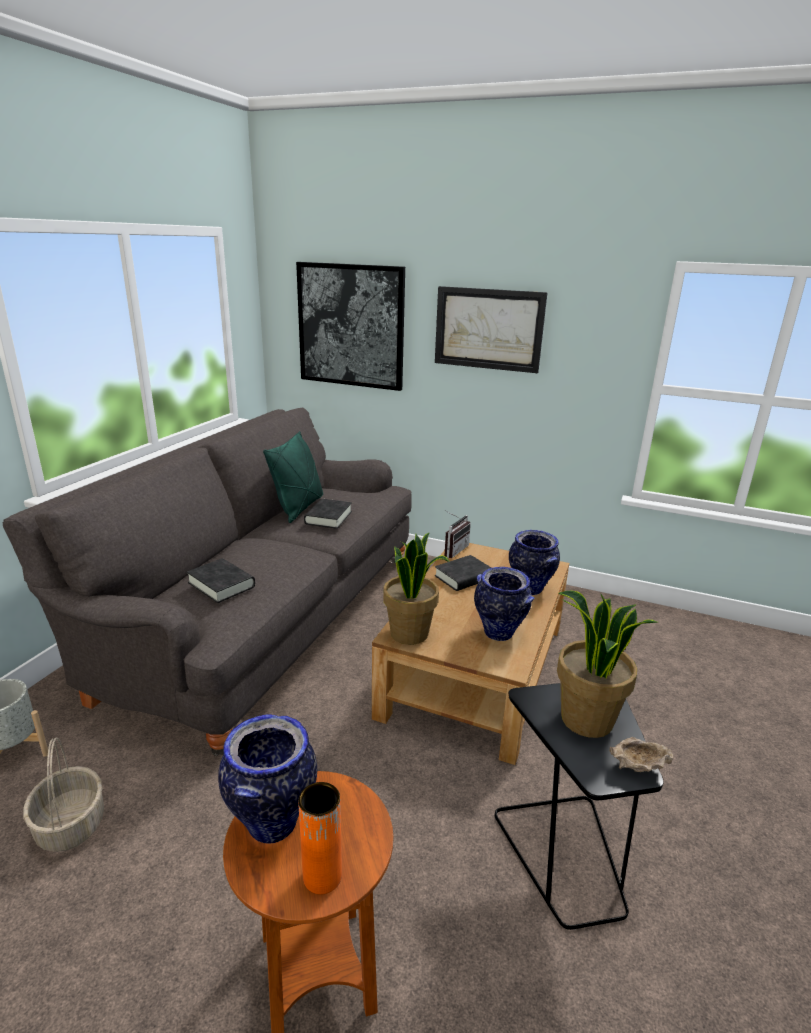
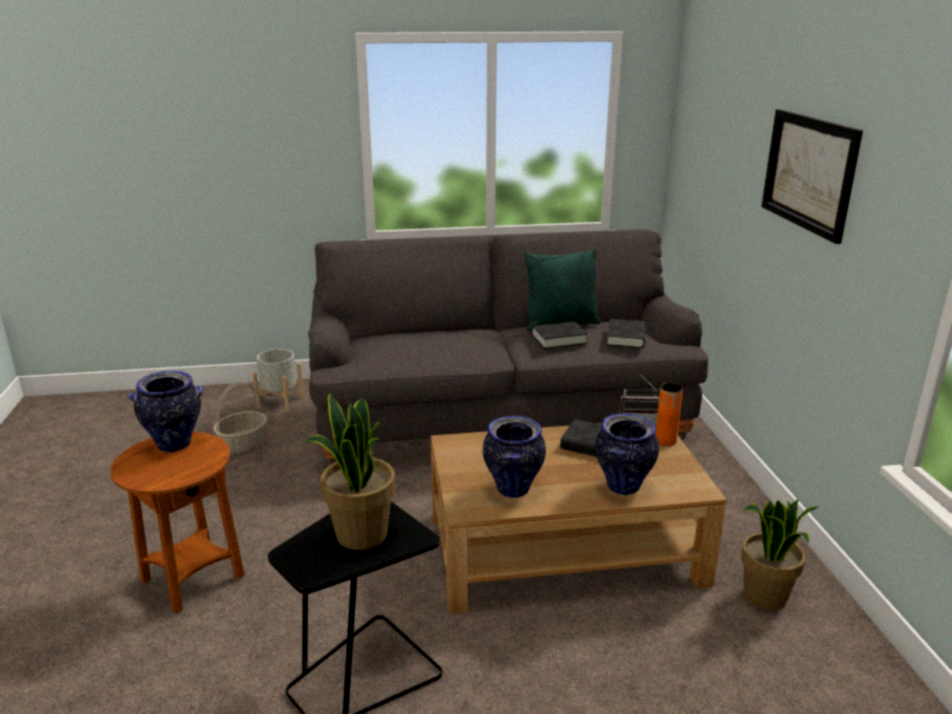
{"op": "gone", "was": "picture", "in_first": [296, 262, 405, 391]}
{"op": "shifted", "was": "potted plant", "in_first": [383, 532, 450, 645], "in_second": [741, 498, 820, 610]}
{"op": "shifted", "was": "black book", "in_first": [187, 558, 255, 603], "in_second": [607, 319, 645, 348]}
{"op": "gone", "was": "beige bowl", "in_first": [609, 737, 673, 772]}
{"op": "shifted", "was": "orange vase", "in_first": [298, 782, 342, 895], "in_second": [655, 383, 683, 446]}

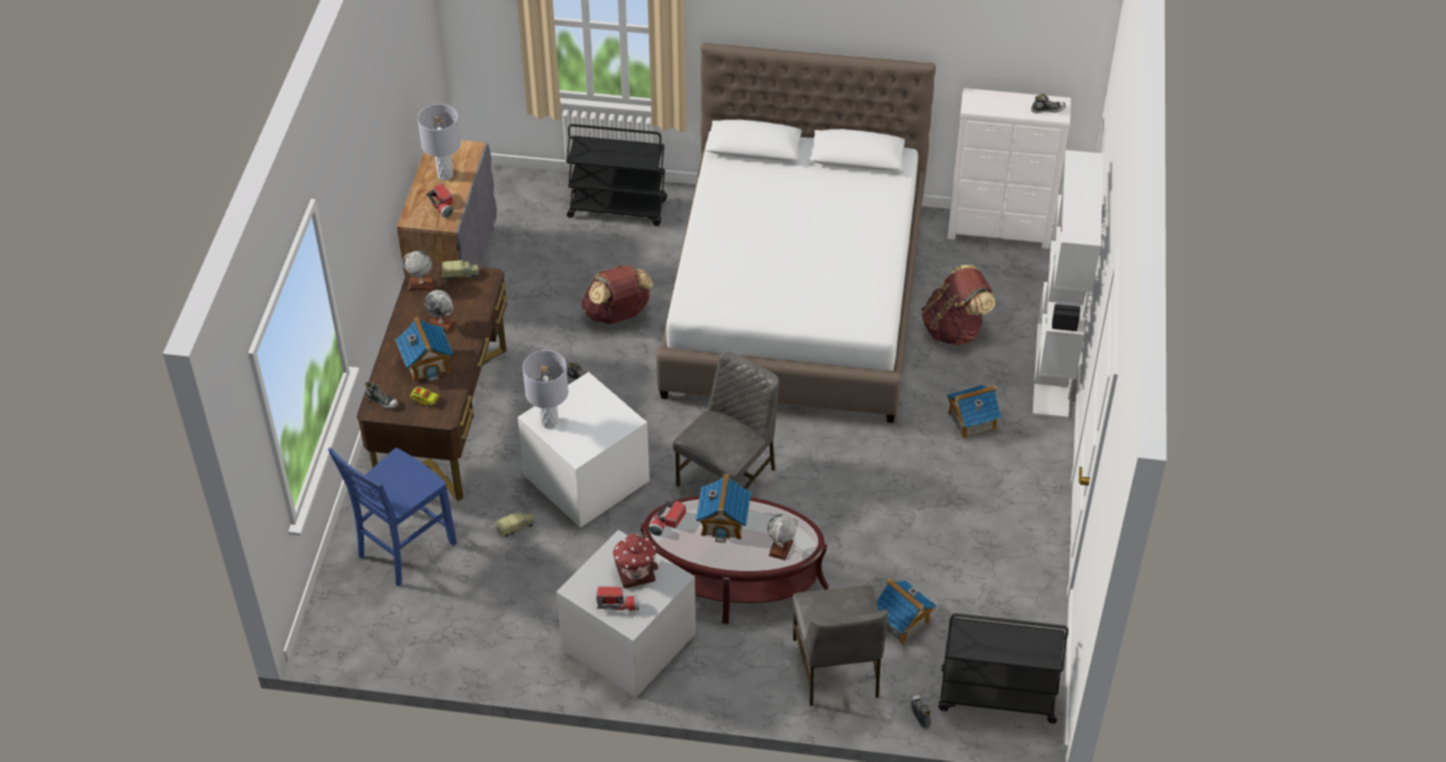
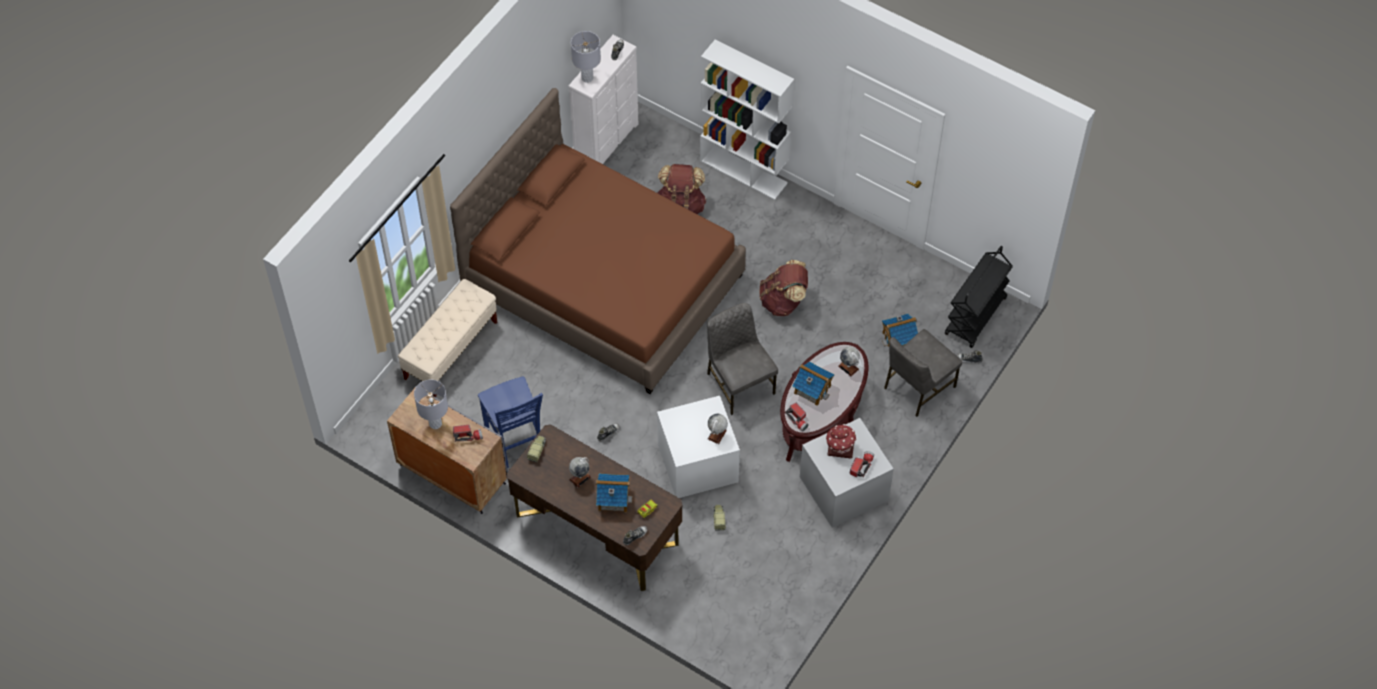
{"op": "repainted", "was": "white bed", "now": "brown bed", "in_first": [656, 43, 936, 423], "in_second": [450, 88, 746, 394]}
{"op": "swapped", "was": "black cart", "now": "beige bench", "in_first": [566, 124, 667, 226], "in_second": [398, 279, 498, 397]}
{"op": "shifted", "was": "globe", "in_first": [403, 251, 435, 291], "in_second": [708, 414, 728, 444]}
{"op": "shifted", "was": "brown backpack", "in_first": [582, 265, 653, 324], "in_second": [759, 260, 808, 316]}
{"op": "shifted", "was": "grey table lamp", "in_first": [523, 350, 568, 429], "in_second": [571, 31, 601, 83]}
{"op": "gone", "was": "toy house", "in_first": [947, 385, 1001, 439]}
{"op": "shifted", "was": "blue chair", "in_first": [328, 447, 457, 586], "in_second": [478, 376, 543, 468]}
{"op": "rotated", "was": "grey chair", "in_first": [792, 585, 888, 706], "in_second": [884, 329, 962, 417], "clockwise": 120}

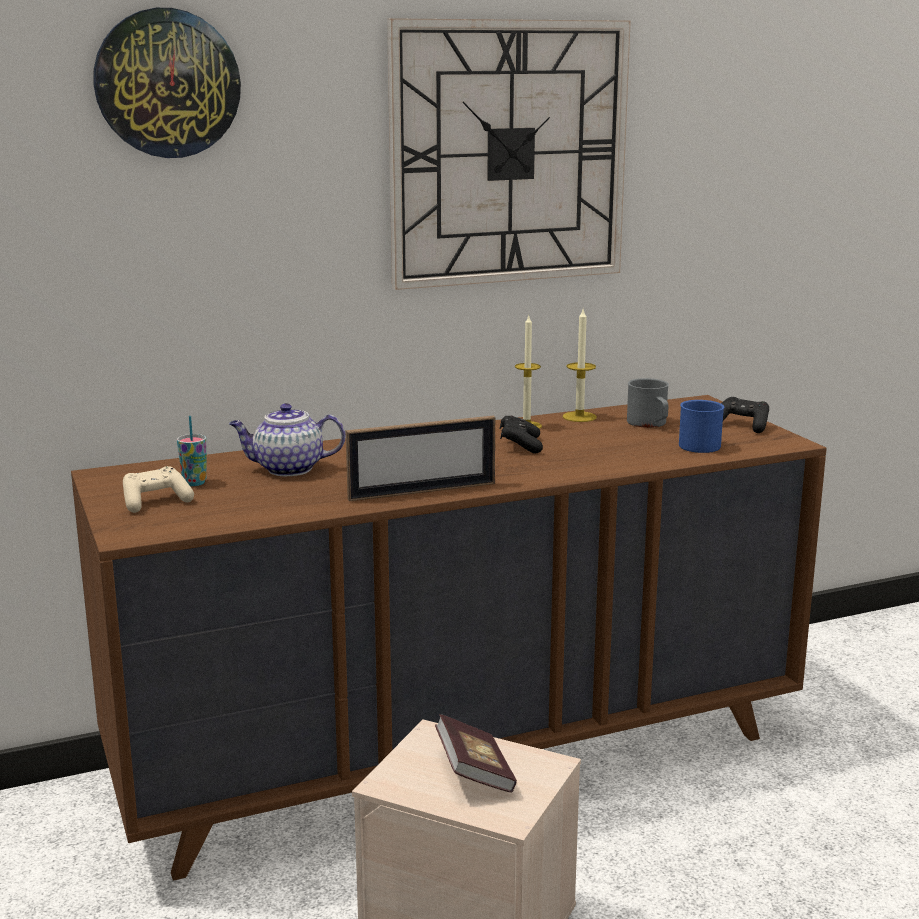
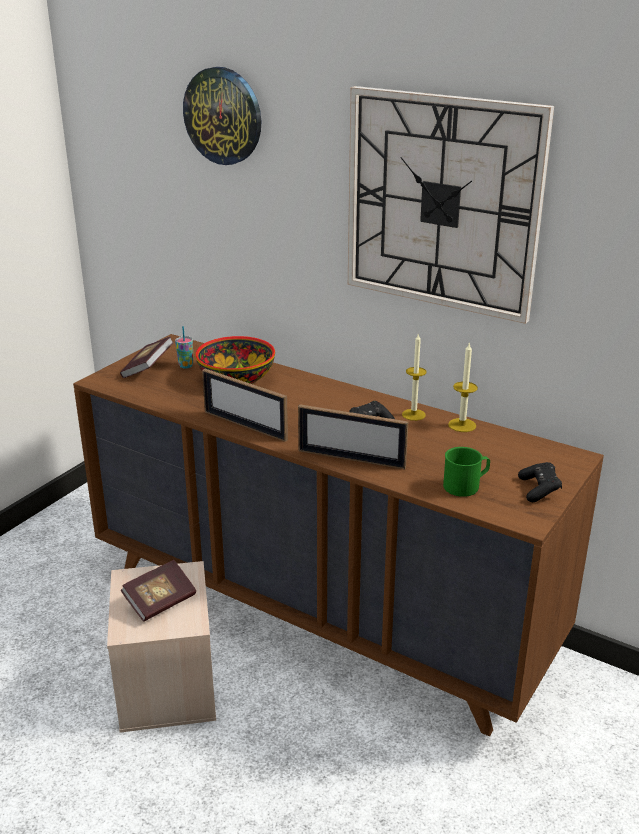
{"op": "gone", "was": "grey mug", "in_first": [627, 378, 669, 428]}
{"op": "repainted", "was": "blue mug", "now": "green mug", "in_first": [679, 400, 725, 453], "in_second": [443, 447, 490, 497]}
{"op": "swapped", "was": "teapot", "now": "bowl", "in_first": [229, 403, 345, 476], "in_second": [195, 336, 275, 384]}
{"op": "swapped", "was": "beige game controller", "now": "book", "in_first": [123, 466, 194, 513], "in_second": [120, 336, 174, 378]}
{"op": "new", "now": "picture frame", "in_second": [298, 404, 408, 470]}

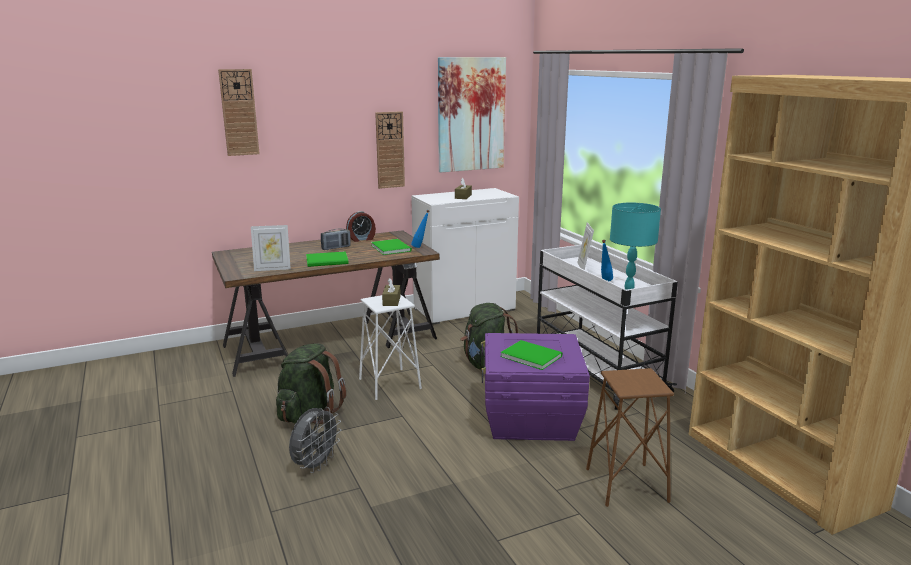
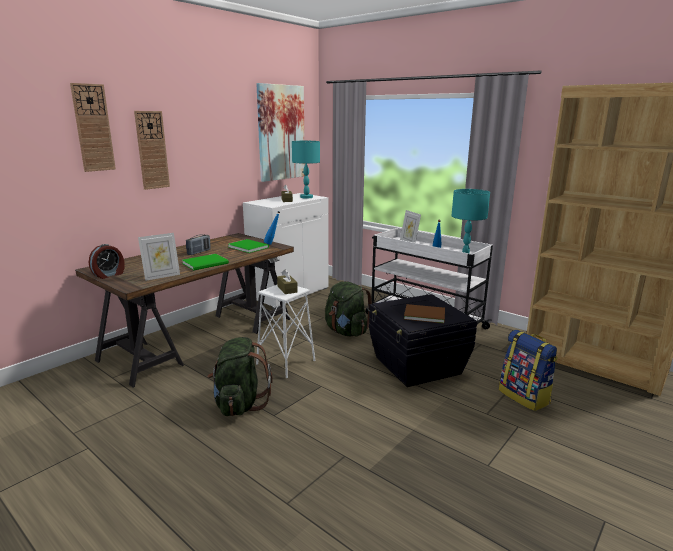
{"op": "shifted", "was": "wall clock", "in_first": [375, 111, 405, 189], "in_second": [134, 111, 170, 190]}
{"op": "shifted", "was": "alarm clock", "in_first": [346, 211, 376, 242], "in_second": [89, 244, 125, 279]}
{"op": "repainted", "was": "purple storage box", "now": "black storage box", "in_first": [481, 333, 590, 441], "in_second": [369, 294, 477, 387]}
{"op": "repainted", "was": "green book", "now": "brown book", "in_first": [500, 340, 562, 370], "in_second": [404, 304, 445, 323]}
{"op": "swapped", "was": "brown stool", "now": "backpack", "in_first": [586, 368, 674, 507], "in_second": [499, 330, 558, 411]}
{"op": "gone", "was": "grey fan", "in_first": [289, 407, 341, 473]}
{"op": "new", "now": "turquoise table lamp", "in_second": [292, 141, 320, 199]}

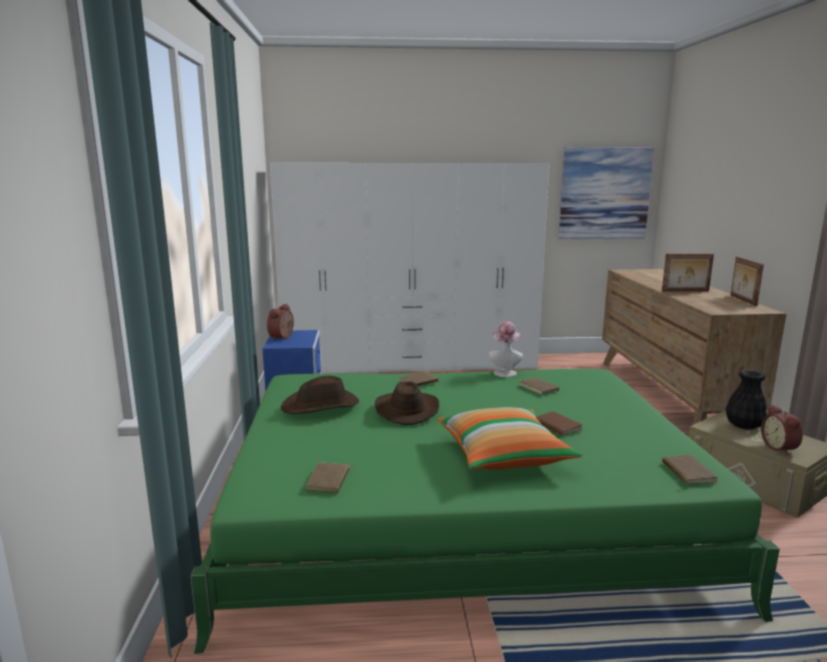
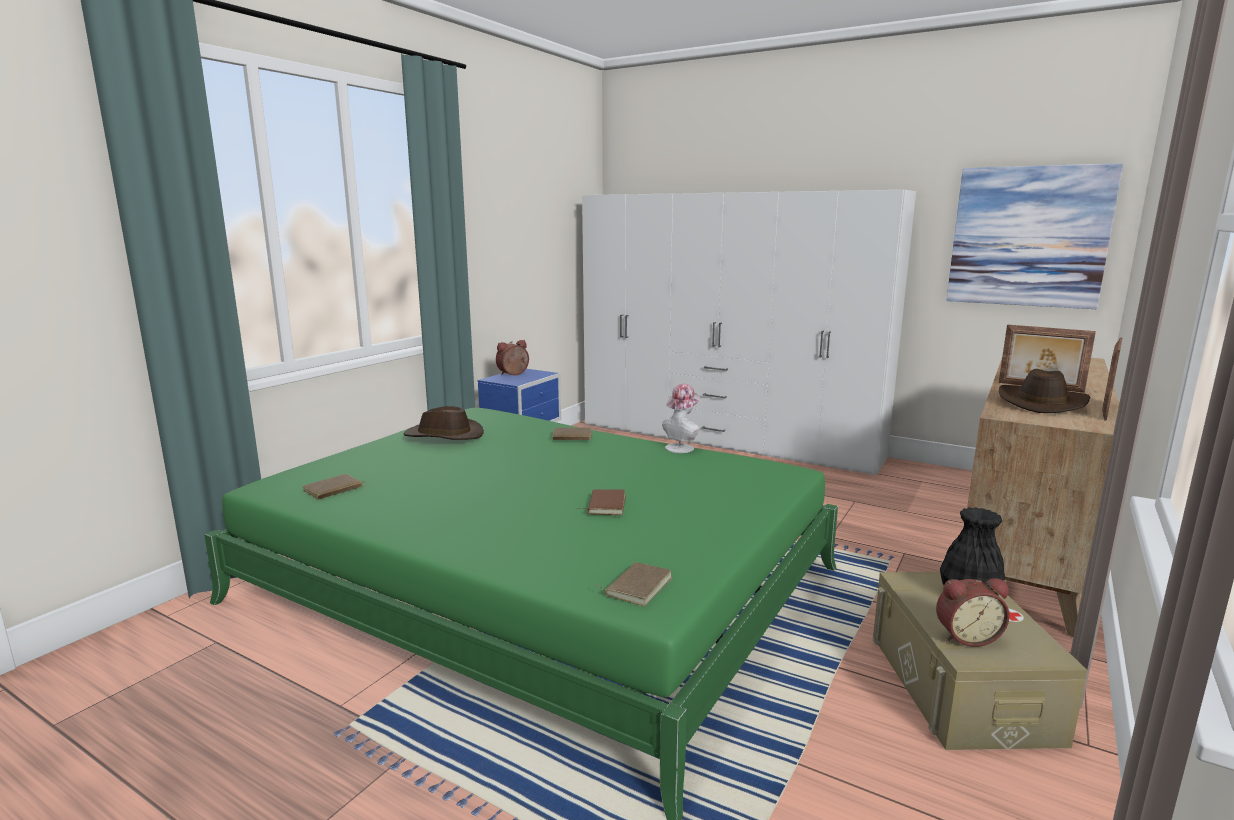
{"op": "gone", "was": "brown book", "in_first": [519, 377, 560, 395]}
{"op": "shifted", "was": "brown hat", "in_first": [375, 382, 439, 425], "in_second": [999, 369, 1090, 413]}
{"op": "rotated", "was": "alarm clock", "in_first": [761, 405, 803, 455], "in_second": [936, 579, 1010, 647], "clockwise": -120}
{"op": "gone", "was": "pillow", "in_first": [437, 407, 582, 470]}

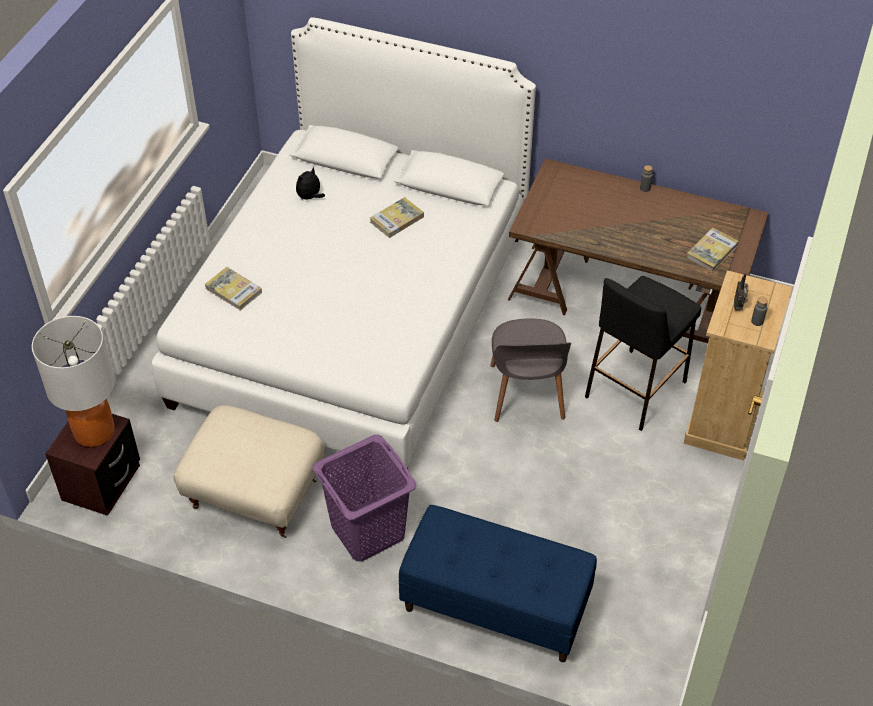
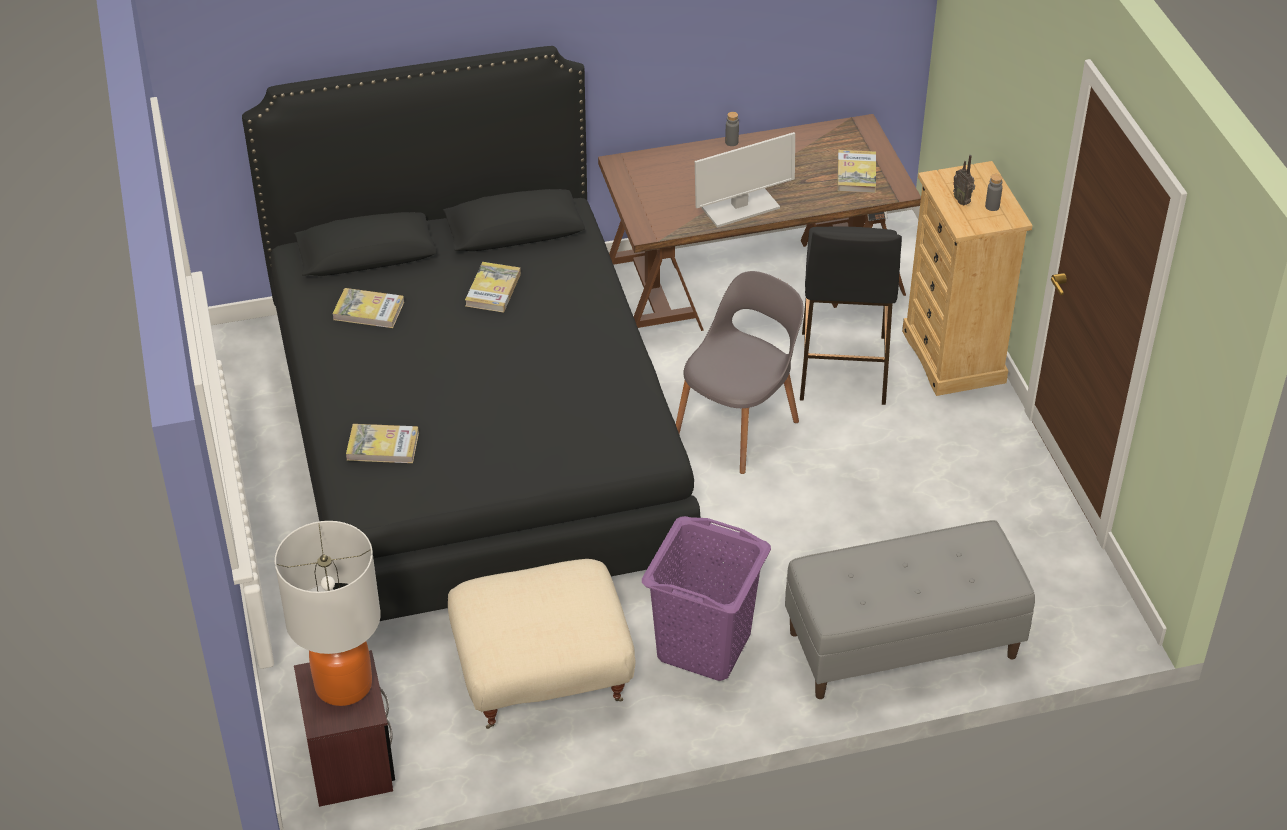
{"op": "repainted", "was": "white bed", "now": "black bed", "in_first": [152, 17, 536, 469], "in_second": [242, 46, 700, 621]}
{"op": "swapped", "was": "plush toy", "now": "book", "in_first": [296, 167, 325, 199], "in_second": [332, 288, 404, 328]}
{"op": "rotated", "was": "grey chair", "in_first": [490, 318, 571, 422], "in_second": [676, 271, 804, 474], "clockwise": -105}
{"op": "repainted", "was": "blue bench", "now": "grey bench", "in_first": [398, 505, 597, 662], "in_second": [785, 520, 1035, 699]}
{"op": "new", "now": "monitor", "in_second": [695, 132, 795, 228]}

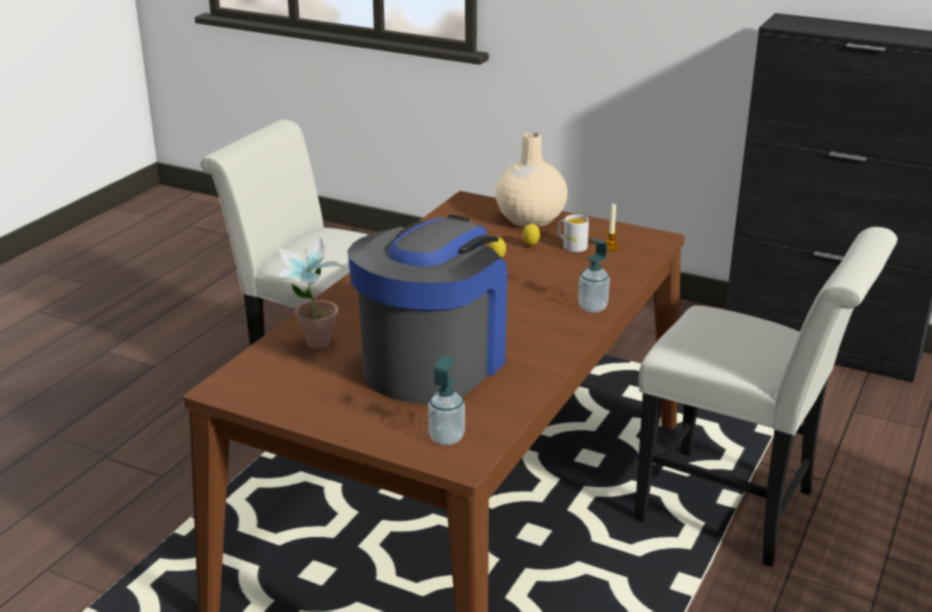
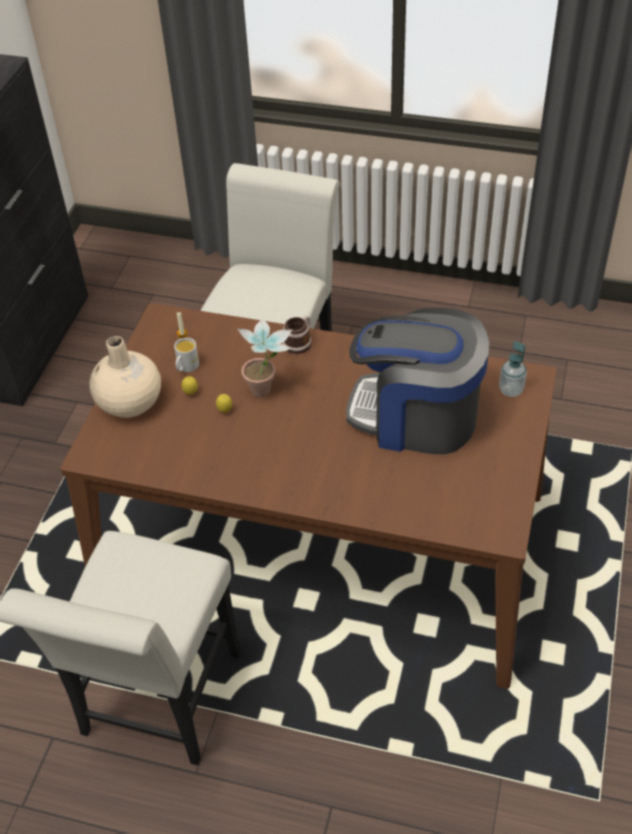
{"op": "shifted", "was": "potted plant", "in_first": [278, 237, 344, 349], "in_second": [238, 320, 292, 397]}
{"op": "swapped", "was": "soap dispenser", "now": "mug", "in_first": [578, 238, 610, 313], "in_second": [283, 316, 311, 354]}

